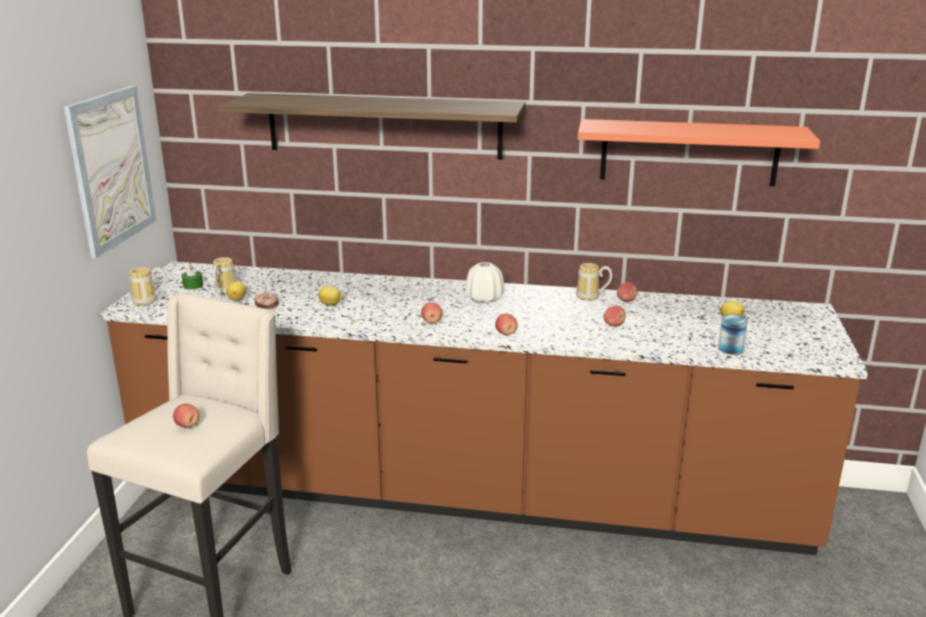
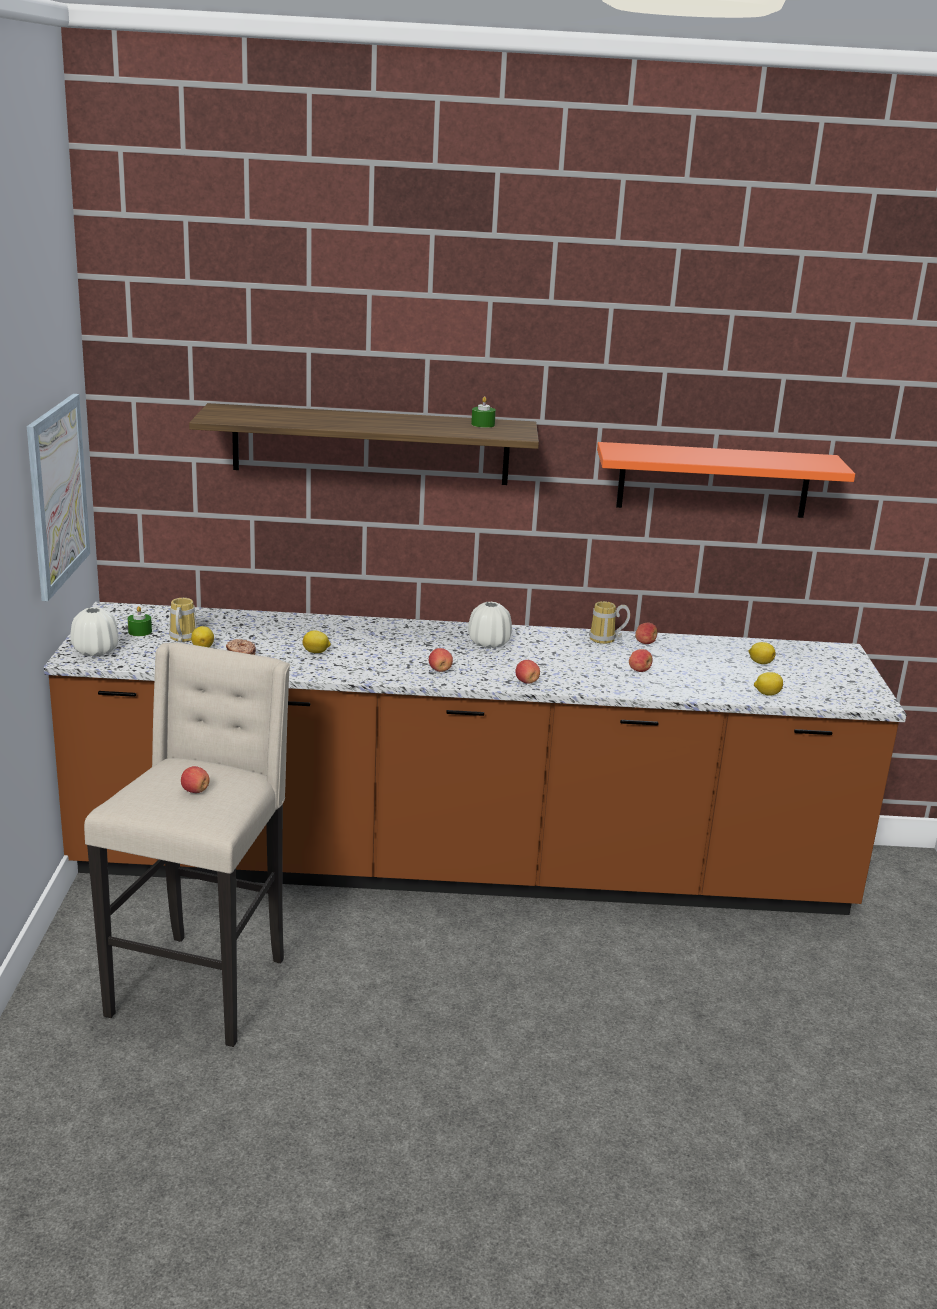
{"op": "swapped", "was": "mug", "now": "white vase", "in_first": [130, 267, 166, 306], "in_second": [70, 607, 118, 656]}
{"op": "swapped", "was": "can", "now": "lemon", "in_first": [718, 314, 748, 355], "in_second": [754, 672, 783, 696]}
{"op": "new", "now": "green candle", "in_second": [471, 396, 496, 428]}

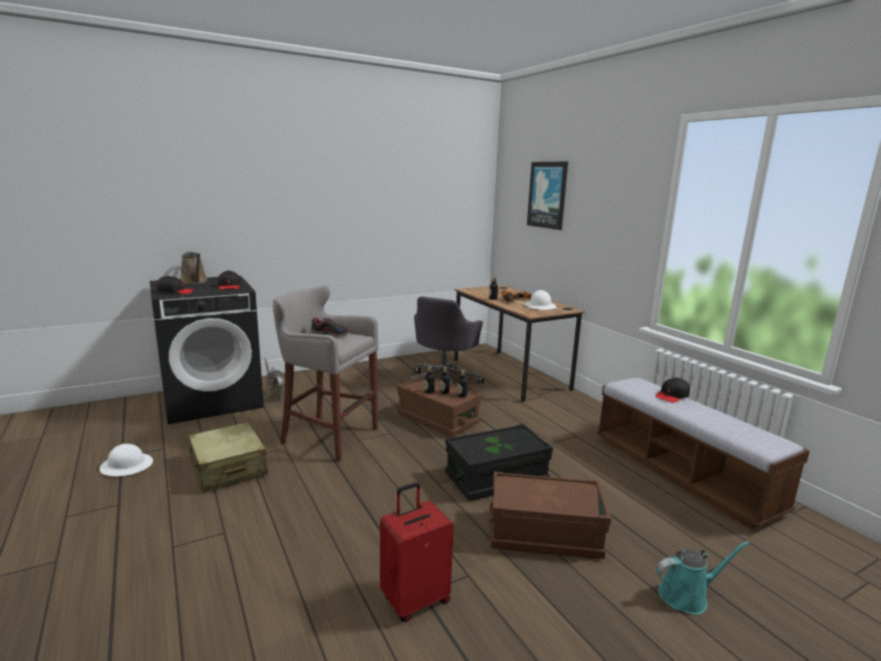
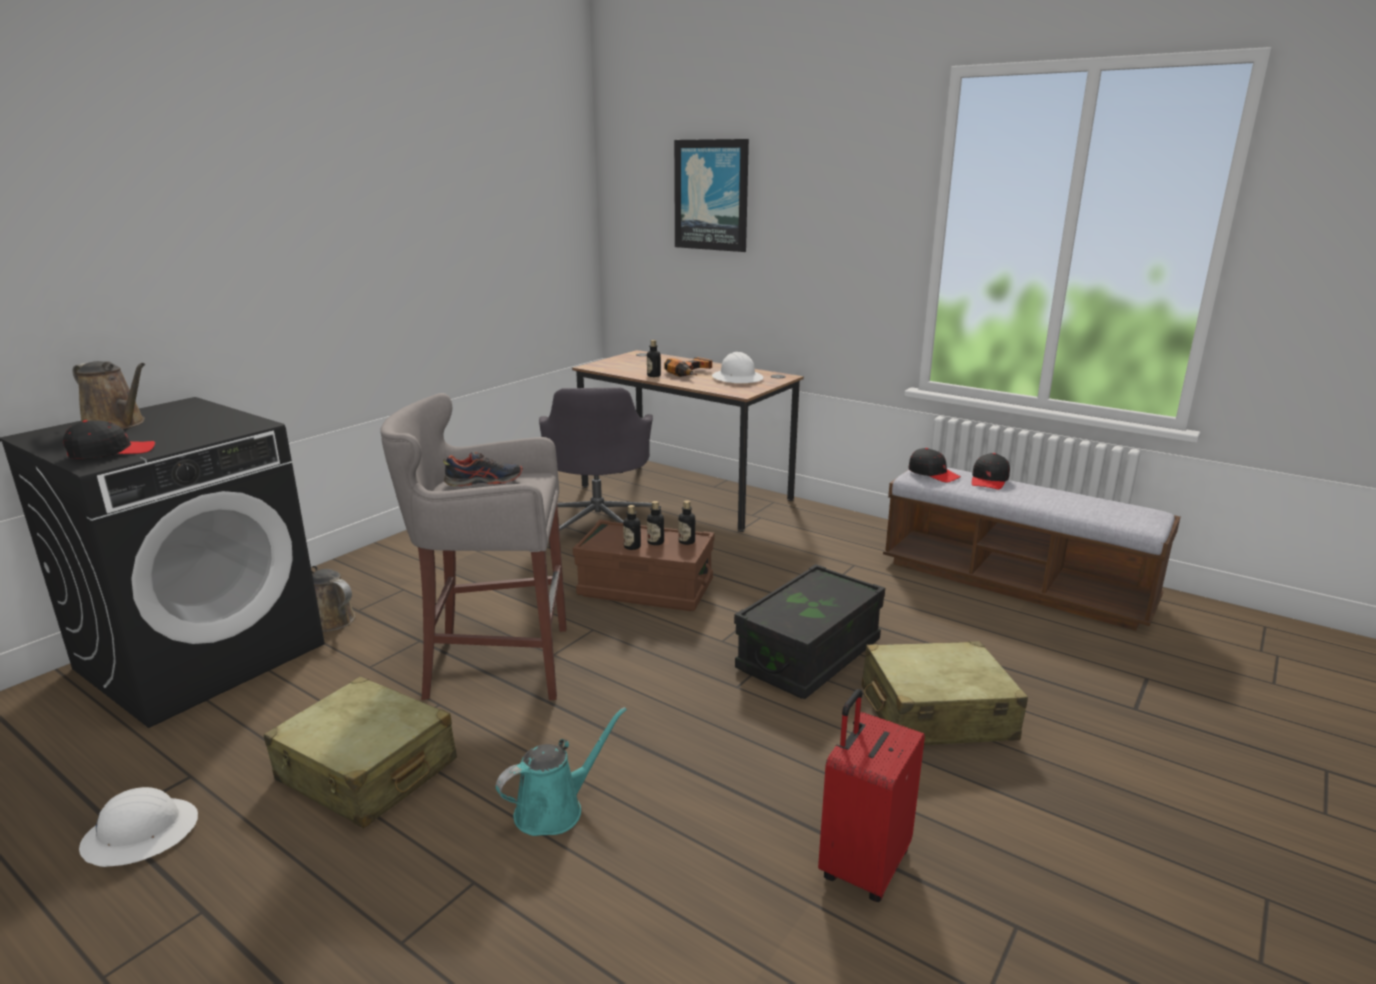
{"op": "shifted", "was": "black cap", "in_first": [218, 270, 241, 290], "in_second": [908, 448, 961, 483]}
{"op": "swapped", "was": "brown storage box", "now": "beige suitcase", "in_first": [489, 472, 611, 559], "in_second": [862, 641, 1028, 745]}
{"op": "shifted", "was": "turquoise watering can", "in_first": [656, 541, 750, 615], "in_second": [496, 707, 627, 836]}

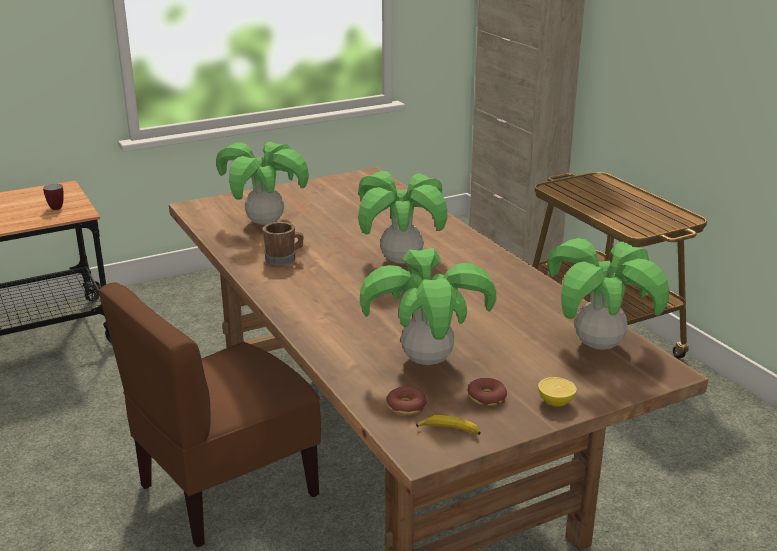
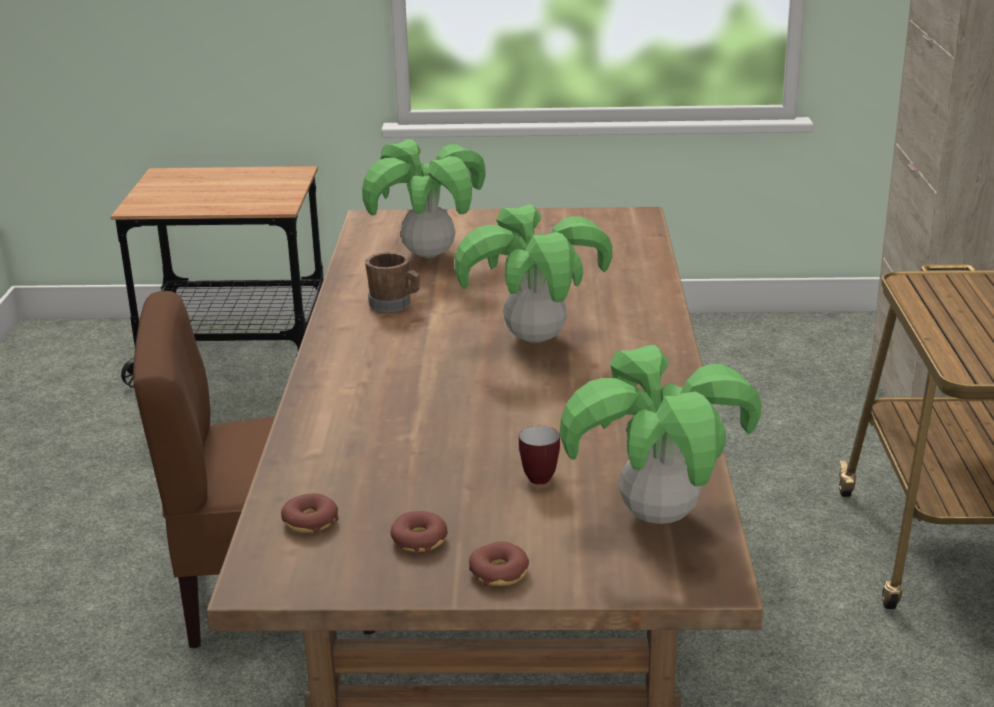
{"op": "shifted", "was": "mug", "in_first": [43, 184, 64, 210], "in_second": [519, 426, 560, 485]}
{"op": "gone", "was": "potted plant", "in_first": [360, 248, 496, 365]}
{"op": "swapped", "was": "lemon", "now": "donut", "in_first": [538, 377, 577, 407], "in_second": [469, 541, 529, 587]}
{"op": "gone", "was": "banana", "in_first": [416, 415, 481, 435]}

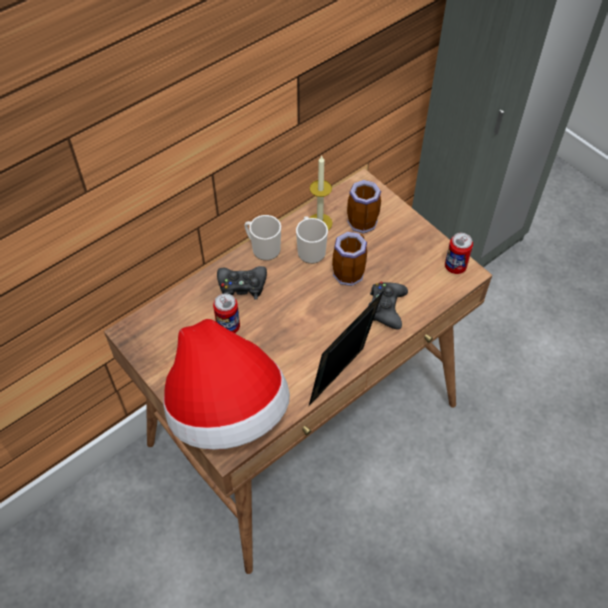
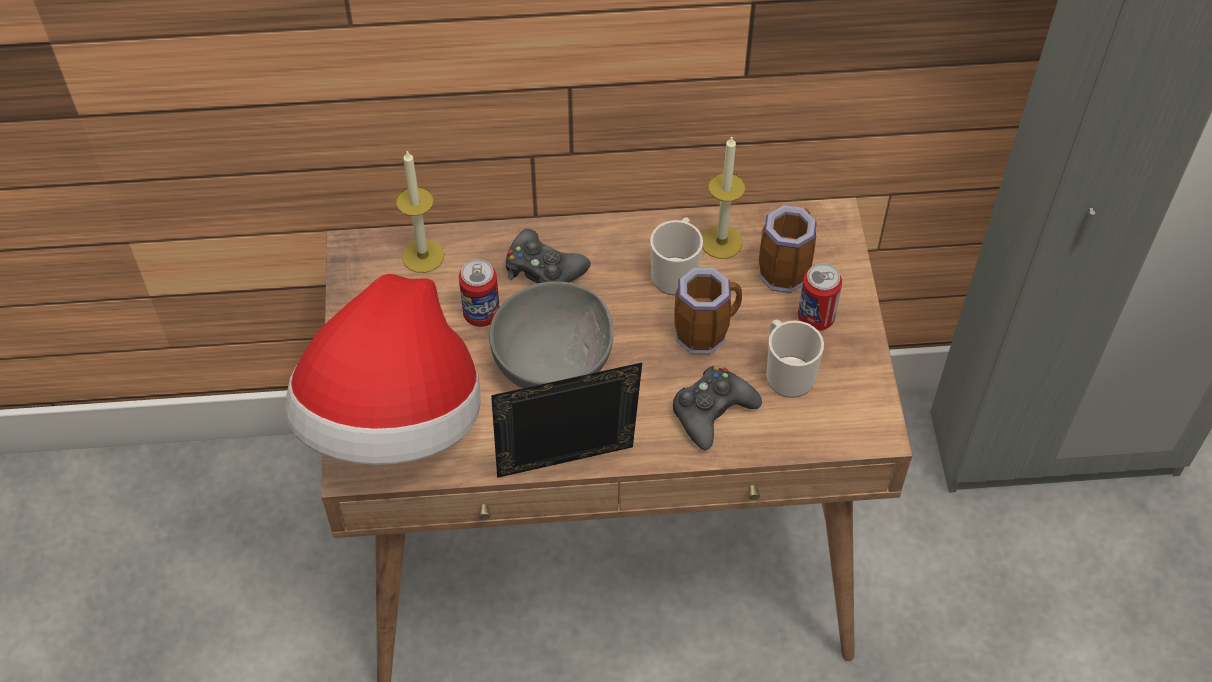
{"op": "shifted", "was": "mug", "in_first": [244, 215, 281, 261], "in_second": [766, 319, 824, 398]}
{"op": "shifted", "was": "can", "in_first": [445, 233, 473, 274], "in_second": [798, 263, 842, 331]}
{"op": "new", "now": "candle", "in_second": [396, 151, 444, 273]}
{"op": "new", "now": "grey bowl", "in_second": [489, 281, 614, 388]}

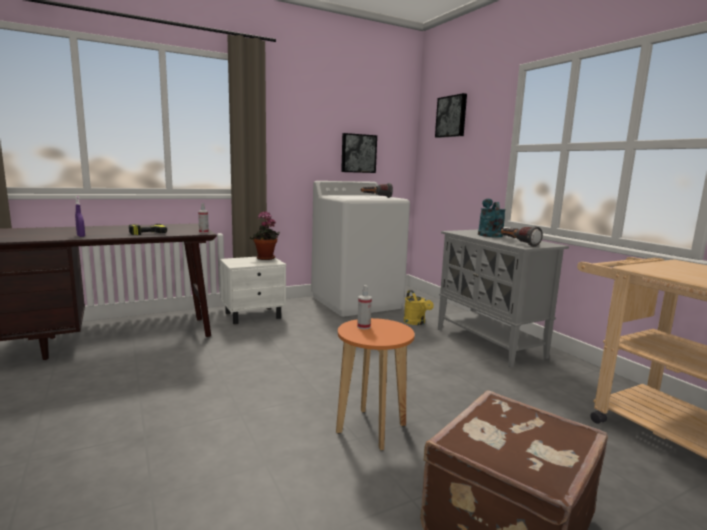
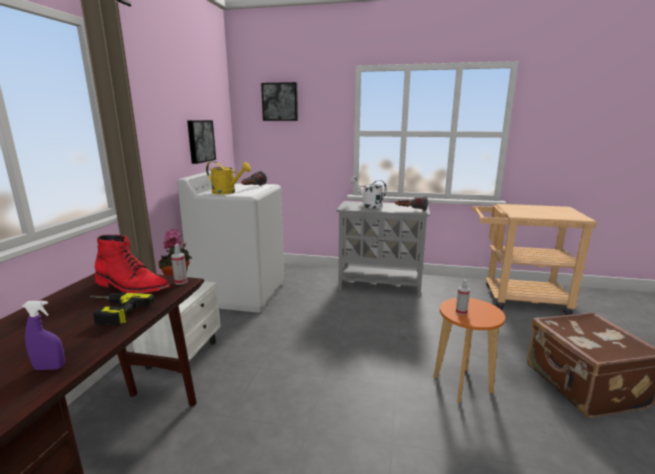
{"op": "repainted", "was": "turquoise watering can", "now": "white watering can", "in_first": [478, 199, 506, 237], "in_second": [350, 176, 387, 208]}
{"op": "shifted", "was": "yellow watering can", "in_first": [404, 290, 434, 325], "in_second": [206, 161, 251, 194]}
{"op": "new", "now": "red boot", "in_second": [95, 235, 170, 294]}

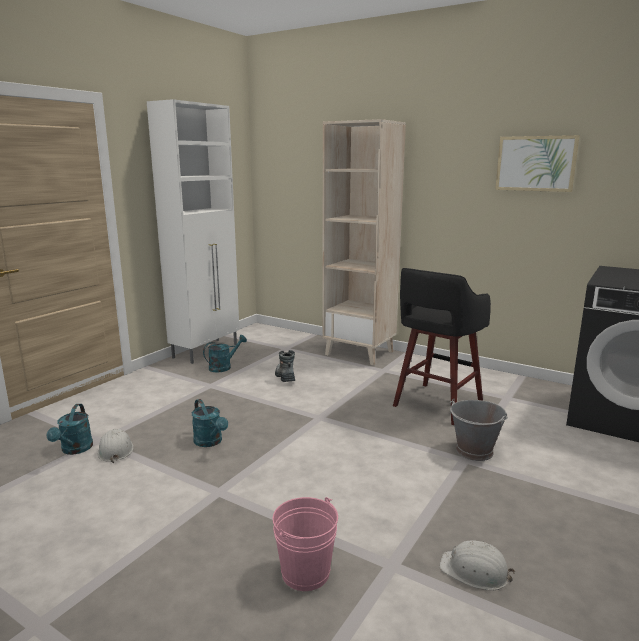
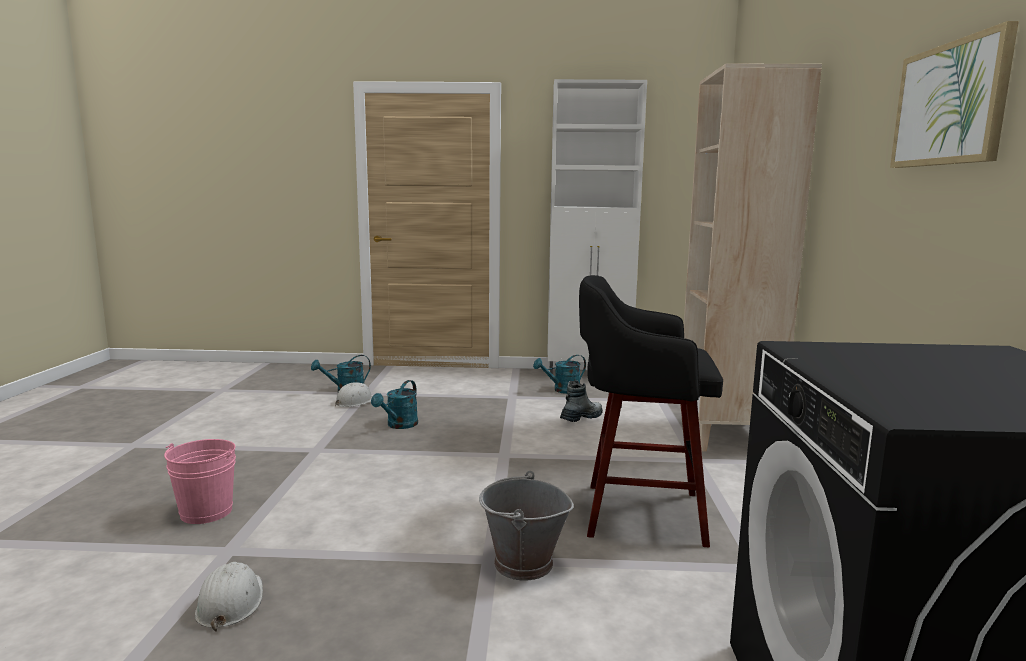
{"op": "rotated", "was": "turquoise watering can", "in_first": [203, 335, 247, 372], "in_second": [533, 355, 586, 394], "clockwise": 135}

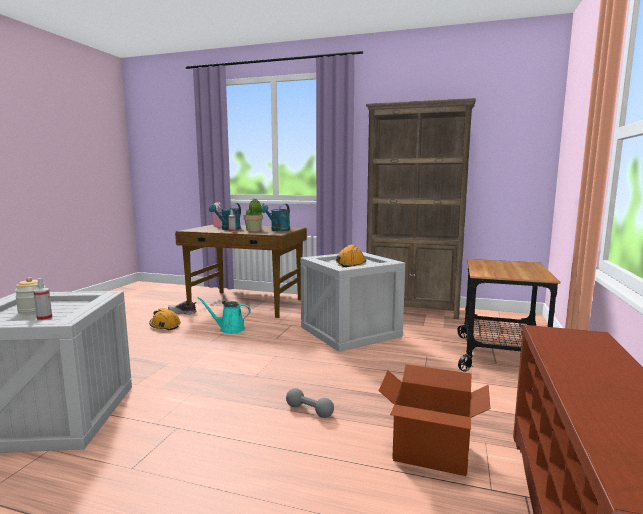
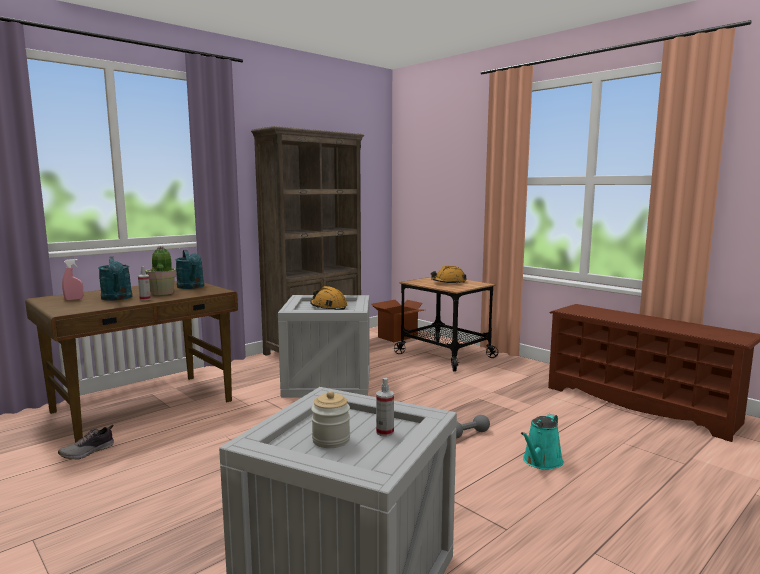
{"op": "shifted", "was": "turquoise watering can", "in_first": [197, 297, 251, 334], "in_second": [521, 414, 564, 470]}
{"op": "shifted", "was": "orange hard hat", "in_first": [149, 308, 181, 330], "in_second": [431, 265, 467, 284]}
{"op": "shifted", "was": "cardboard box", "in_first": [379, 364, 490, 476], "in_second": [372, 300, 424, 342]}

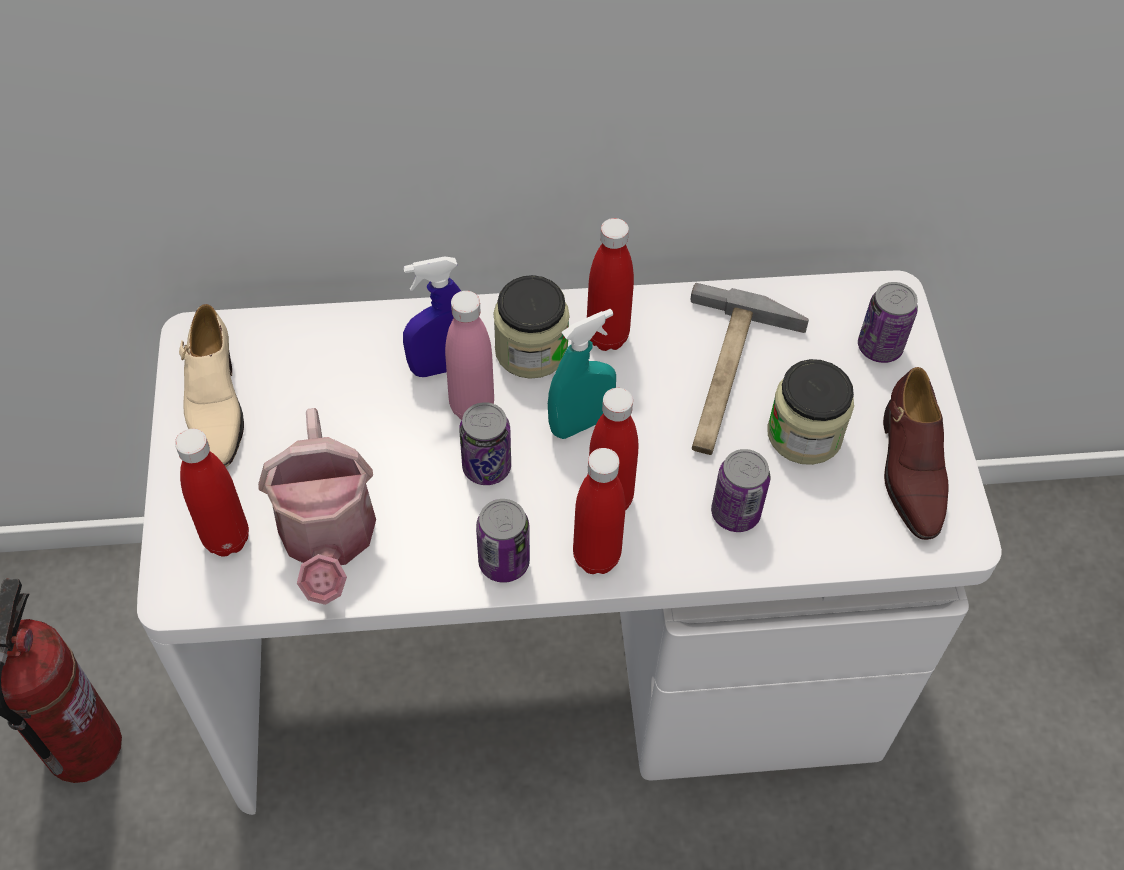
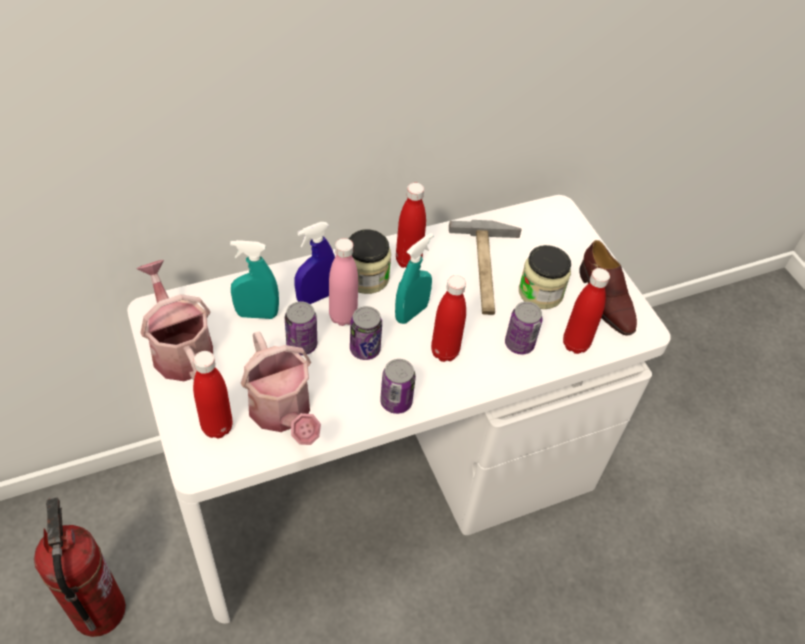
{"op": "shifted", "was": "can", "in_first": [858, 282, 918, 363], "in_second": [285, 301, 317, 355]}
{"op": "swapped", "was": "beige shoe", "now": "watering can", "in_first": [179, 304, 244, 467], "in_second": [137, 260, 213, 381]}
{"op": "shifted", "was": "red bottle", "in_first": [573, 448, 626, 574], "in_second": [563, 268, 610, 354]}
{"op": "new", "now": "turquoise spray bottle", "in_second": [230, 240, 279, 319]}

